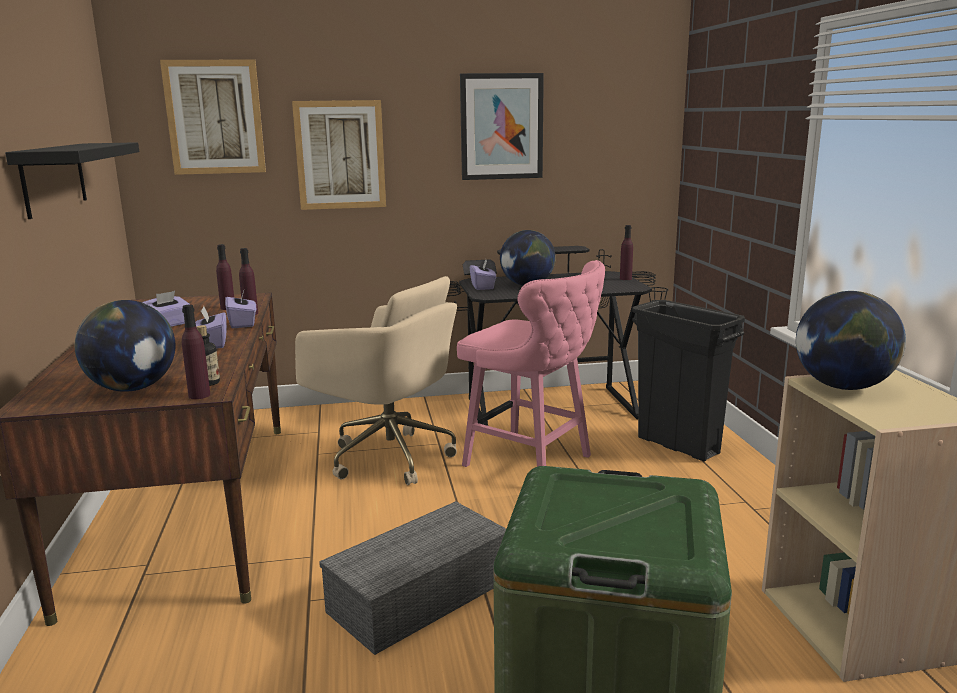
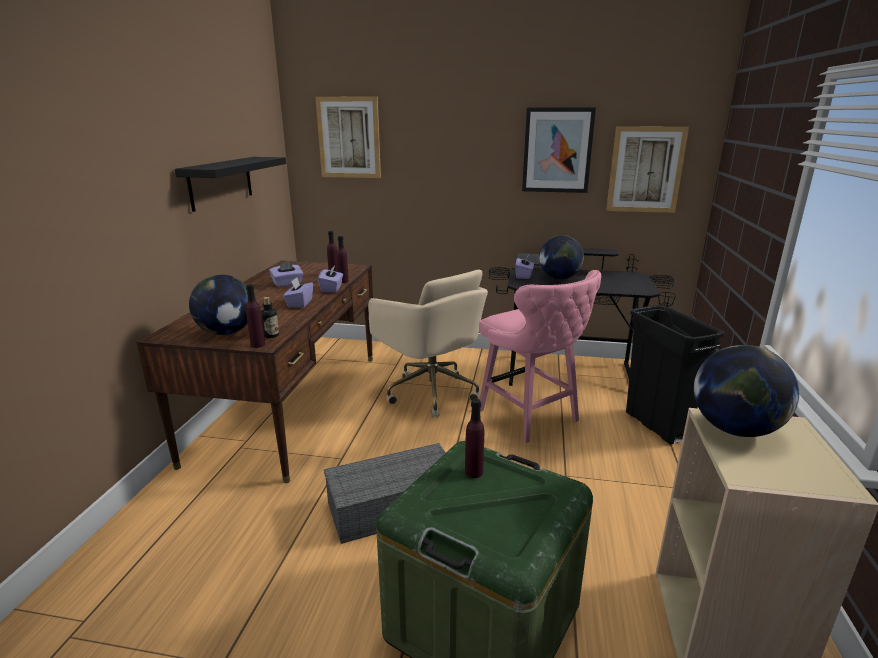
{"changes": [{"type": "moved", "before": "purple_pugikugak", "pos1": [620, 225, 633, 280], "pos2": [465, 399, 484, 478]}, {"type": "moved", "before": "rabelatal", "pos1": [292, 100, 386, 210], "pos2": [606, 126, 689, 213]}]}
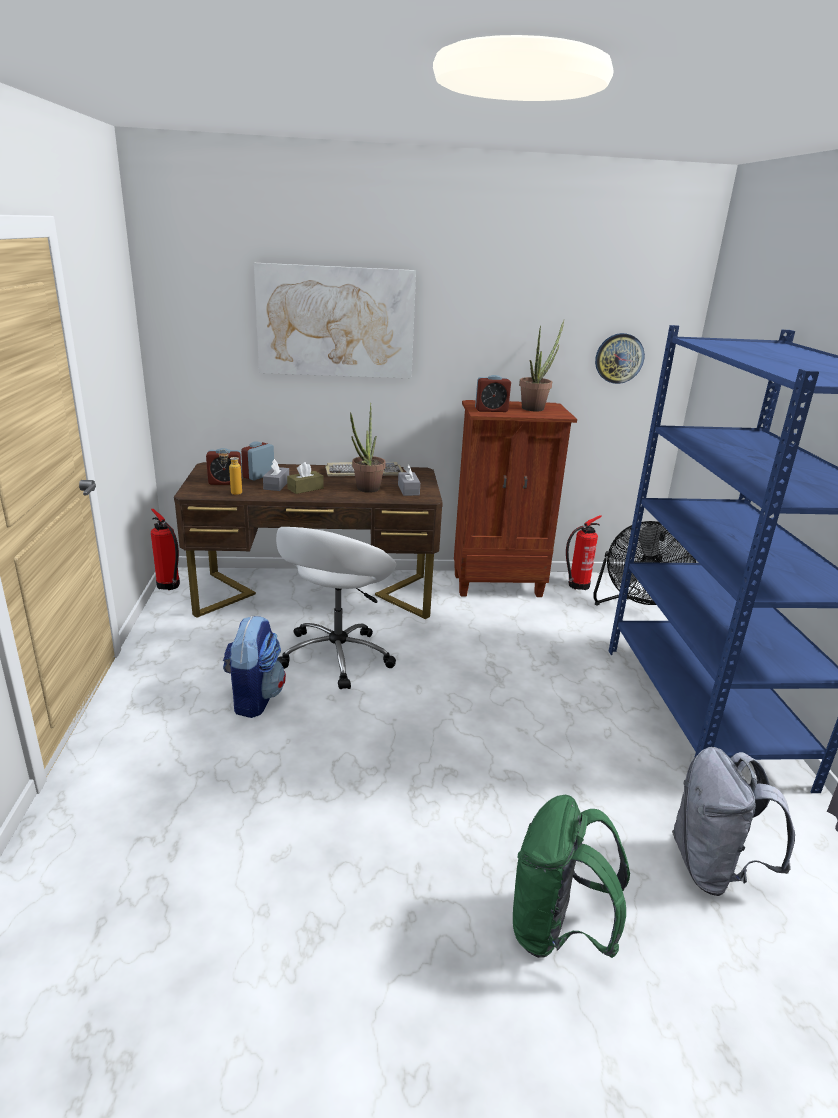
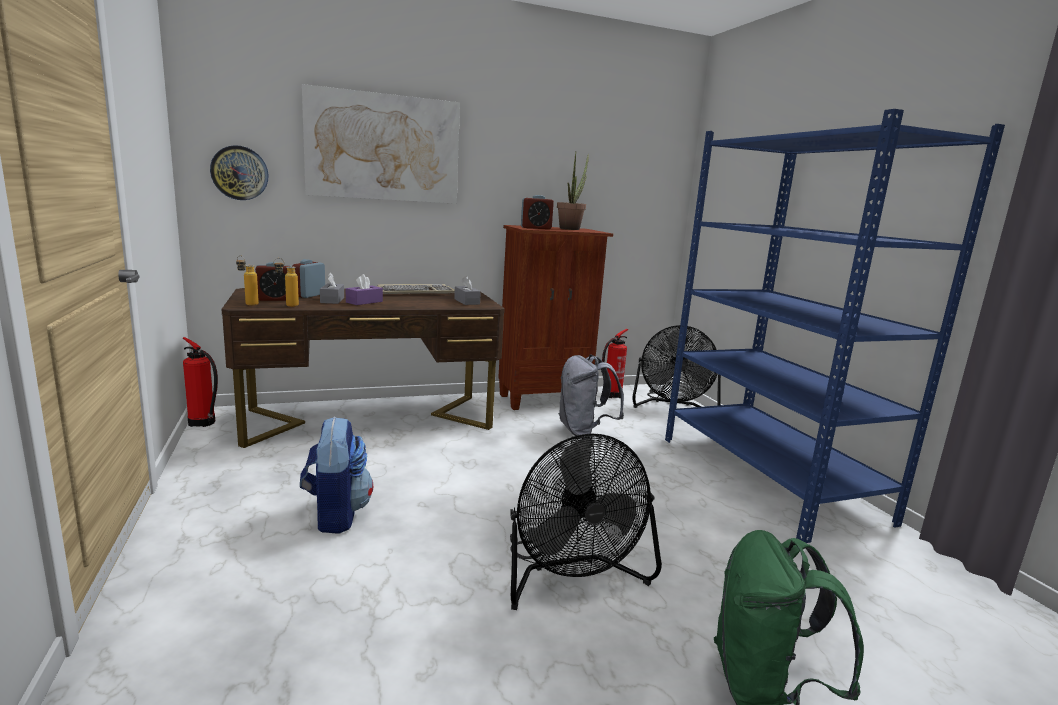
{"changes": [{"type": "moved", "before": "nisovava", "pos1": [595, 333, 645, 384], "pos2": [210, 145, 269, 200]}, {"type": "added", "after": "pugikugak", "pos2": [236, 255, 259, 306]}, {"type": "recoloured", "before": "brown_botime", "after": "purple_botime", "pos1": [287, 462, 324, 494], "pos2": [346, 274, 383, 305]}, {"type": "added", "after": "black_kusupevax", "pos2": [510, 434, 662, 610]}, {"type": "moved", "before": "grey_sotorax", "pos1": [672, 747, 795, 896], "pos2": [558, 354, 624, 439]}, {"type": "removed", "before": "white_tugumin", "pos1": [276, 527, 396, 689]}, {"type": "removed", "before": "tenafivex", "pos1": [350, 403, 386, 493]}]}
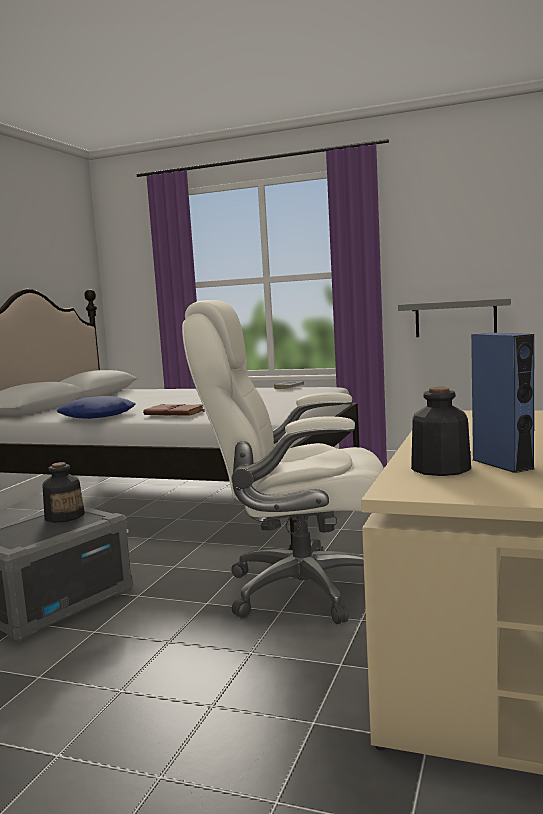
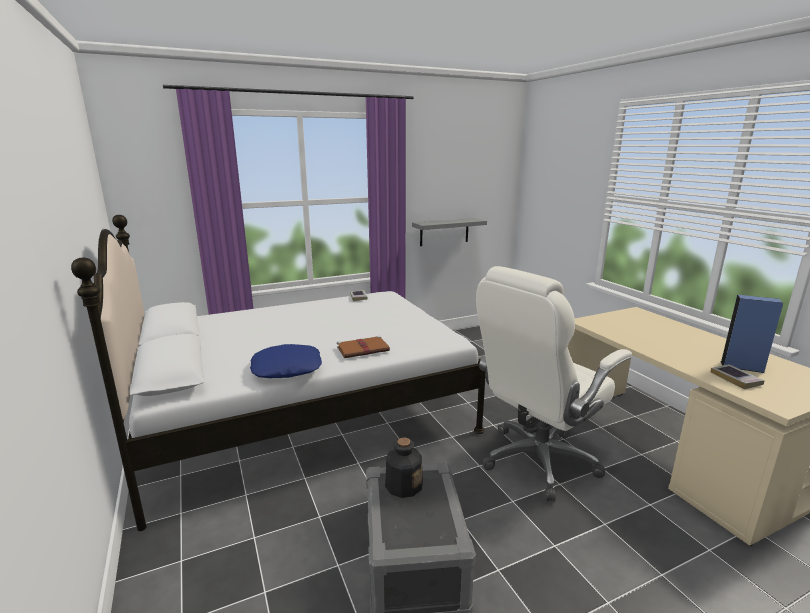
{"changes": [{"type": "replaced", "before": "pugikugak", "after": "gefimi", "pos1": [411, 387, 471, 476], "pos2": [711, 364, 764, 389]}]}
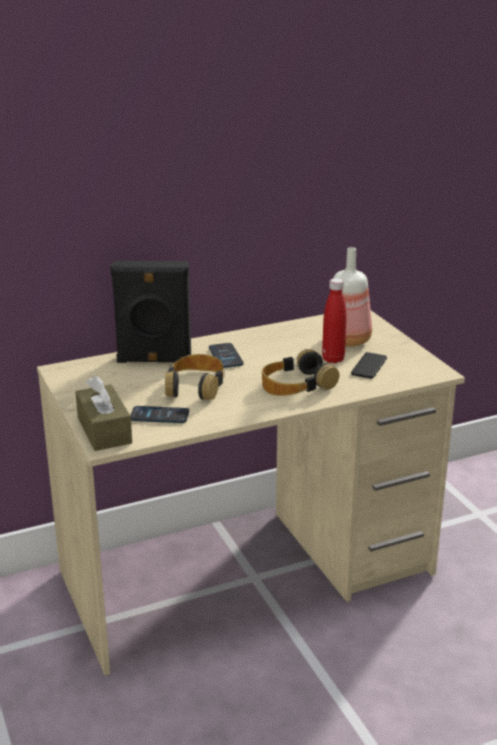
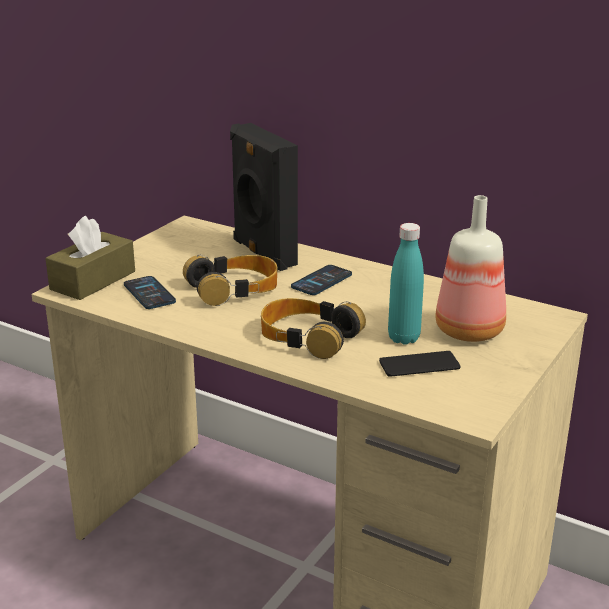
{"changes": [{"type": "recoloured", "before": "red_pugikugak", "after": "turquoise_pugikugak", "pos1": [322, 278, 347, 363], "pos2": [388, 223, 424, 345]}]}
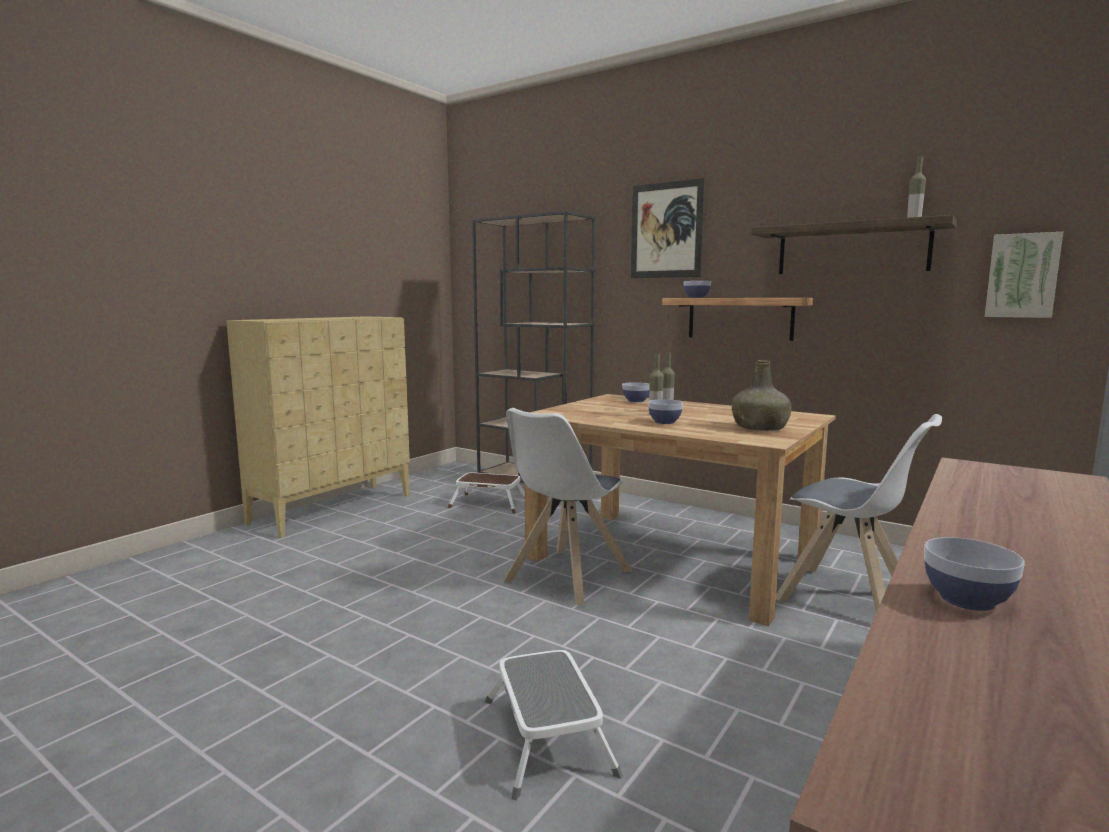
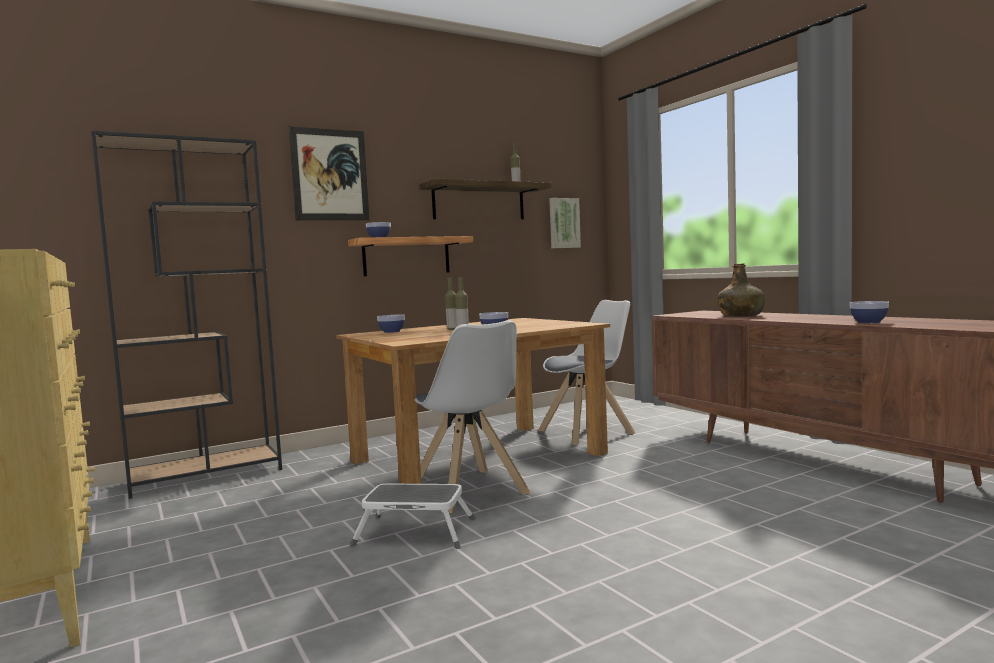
{"changes": [{"type": "moved", "before": "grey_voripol", "pos1": [484, 650, 623, 801], "pos2": [350, 484, 476, 549]}, {"type": "moved", "before": "green_pugikugak", "pos1": [732, 360, 792, 431], "pos2": [717, 263, 765, 316]}, {"type": "removed", "before": "brown_voripol", "pos1": [447, 472, 525, 514]}]}
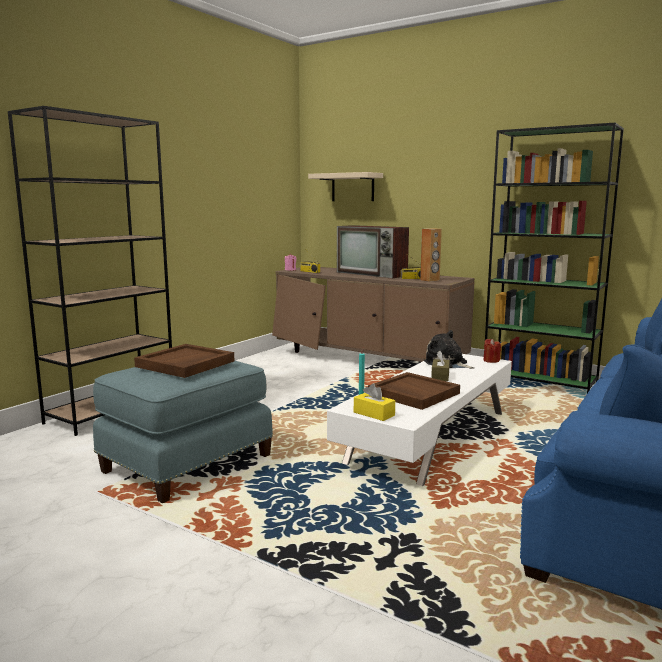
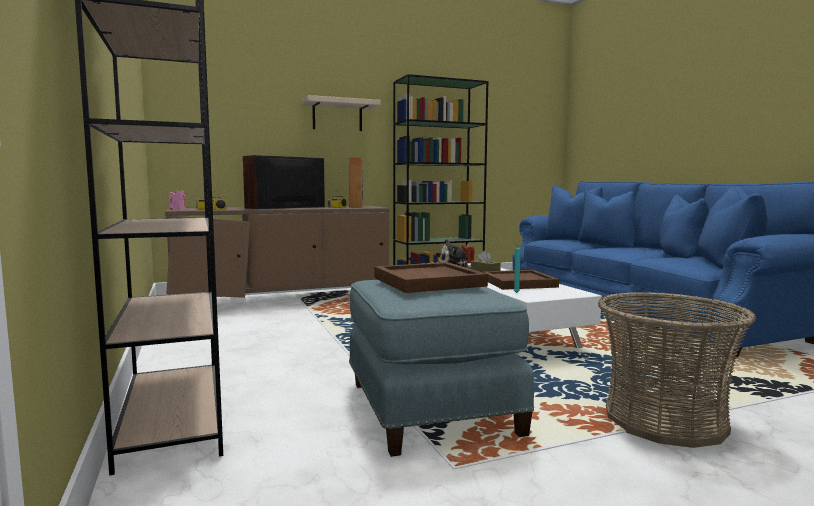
{"changes": [{"type": "turned", "before": "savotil", "pos1": [337, 225, 409, 279], "pos2": [243, 155, 325, 209], "turn": 150}, {"type": "moved", "before": "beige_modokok", "pos1": [308, 172, 383, 201], "pos2": [302, 95, 381, 131]}, {"type": "added", "after": "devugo", "pos2": [598, 292, 756, 448]}, {"type": "removed", "before": "yellow_botime", "pos1": [354, 384, 395, 421]}]}
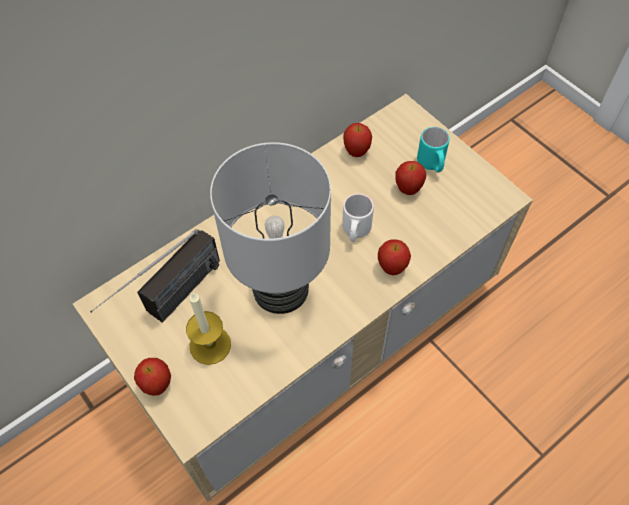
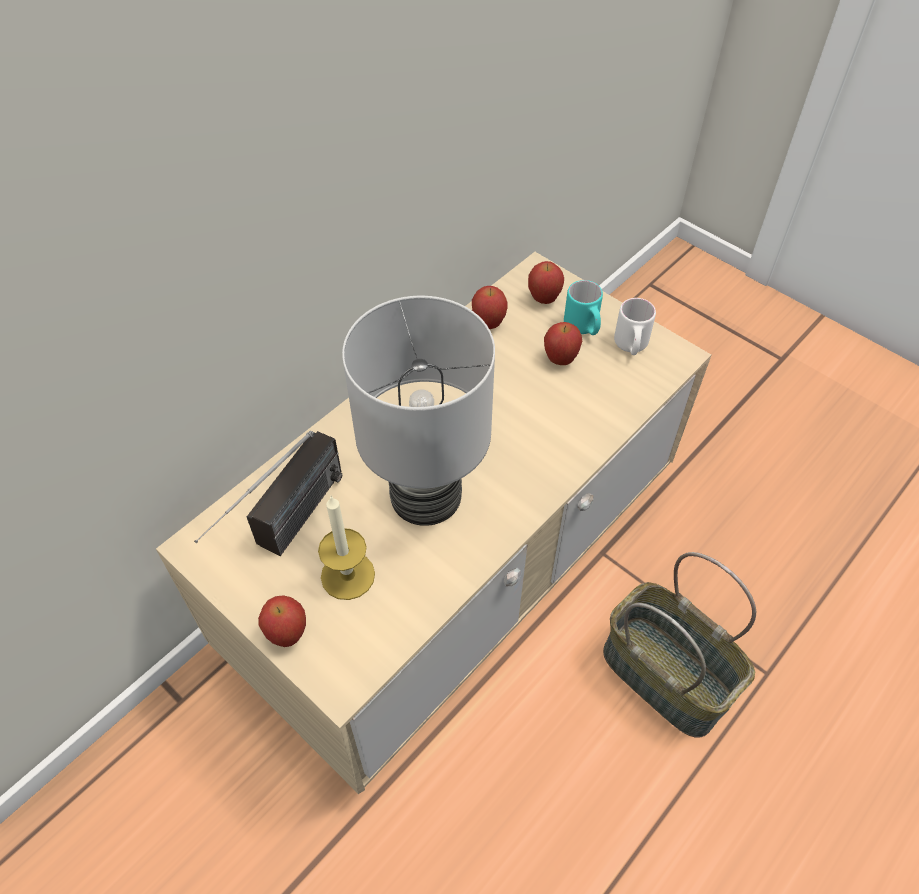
{"changes": [{"type": "moved", "before": "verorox", "pos1": [378, 239, 411, 275], "pos2": [528, 261, 564, 304]}, {"type": "added", "after": "devugo", "pos2": [603, 552, 756, 738]}, {"type": "moved", "before": "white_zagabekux", "pos1": [342, 194, 374, 242], "pos2": [614, 298, 656, 355]}]}
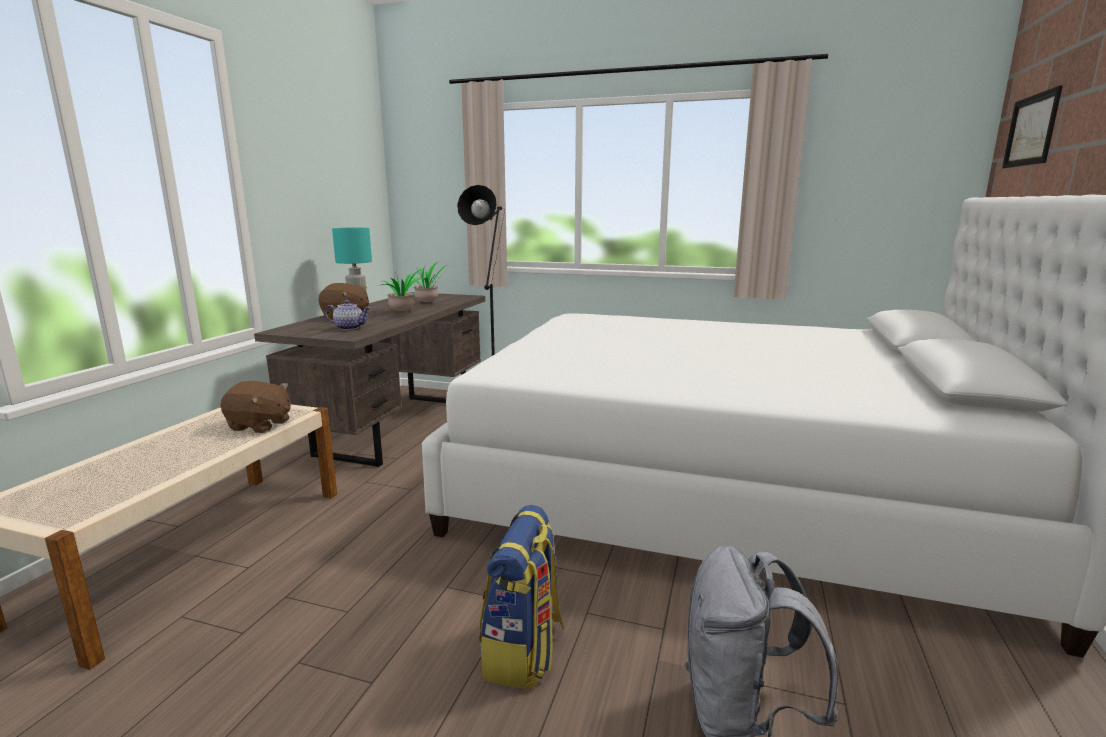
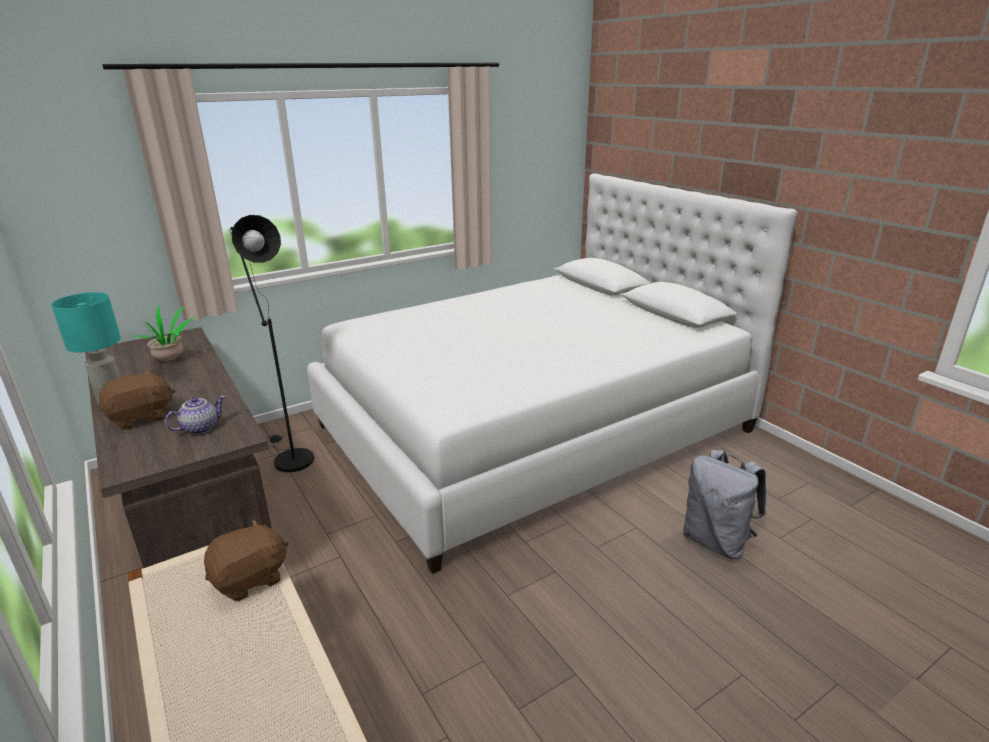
{"changes": [{"type": "removed", "before": "tenafivex", "pos1": [378, 268, 423, 311]}, {"type": "removed", "before": "sotorax", "pos1": [479, 505, 564, 690]}, {"type": "removed", "before": "rabelatal", "pos1": [1002, 85, 1063, 168]}]}
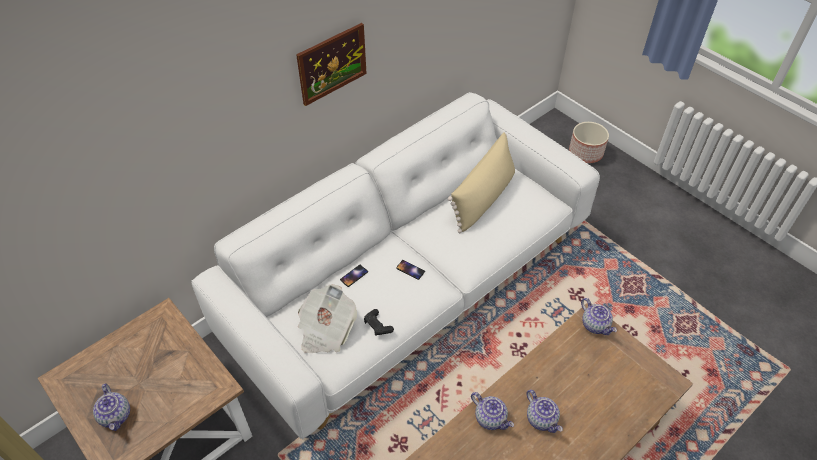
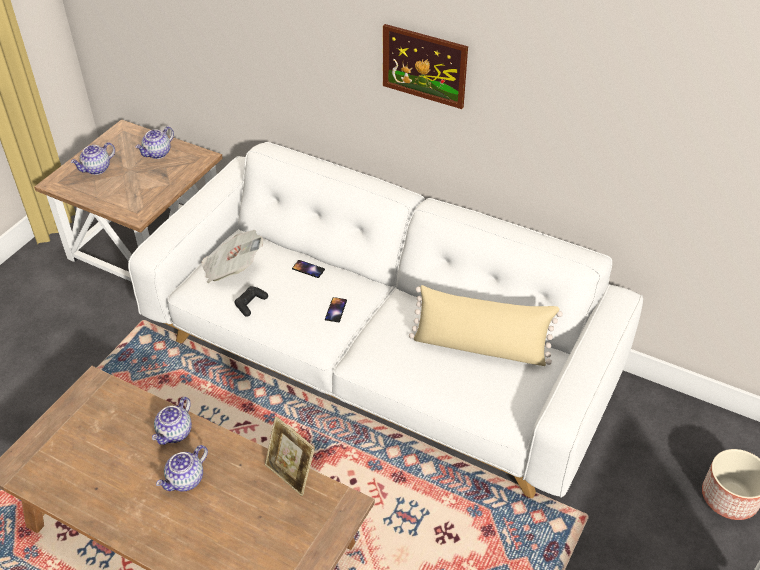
{"changes": [{"type": "moved", "before": "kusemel", "pos1": [581, 298, 617, 335], "pos2": [135, 126, 174, 159]}, {"type": "added", "after": "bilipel", "pos2": [265, 416, 315, 496]}]}
